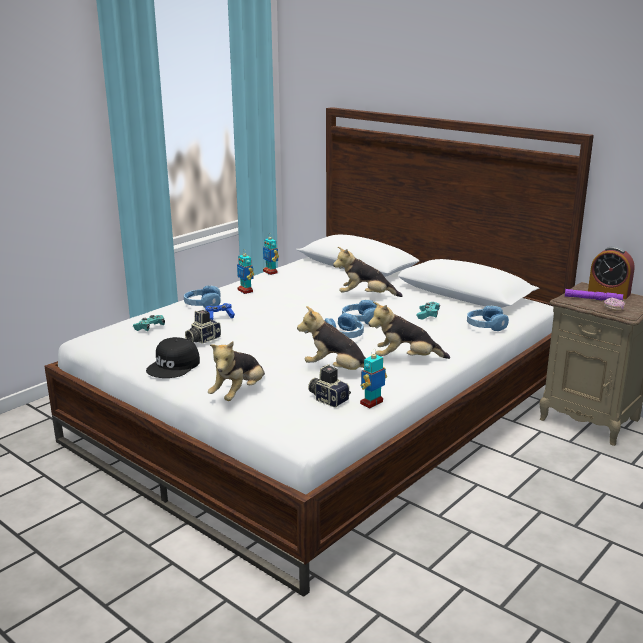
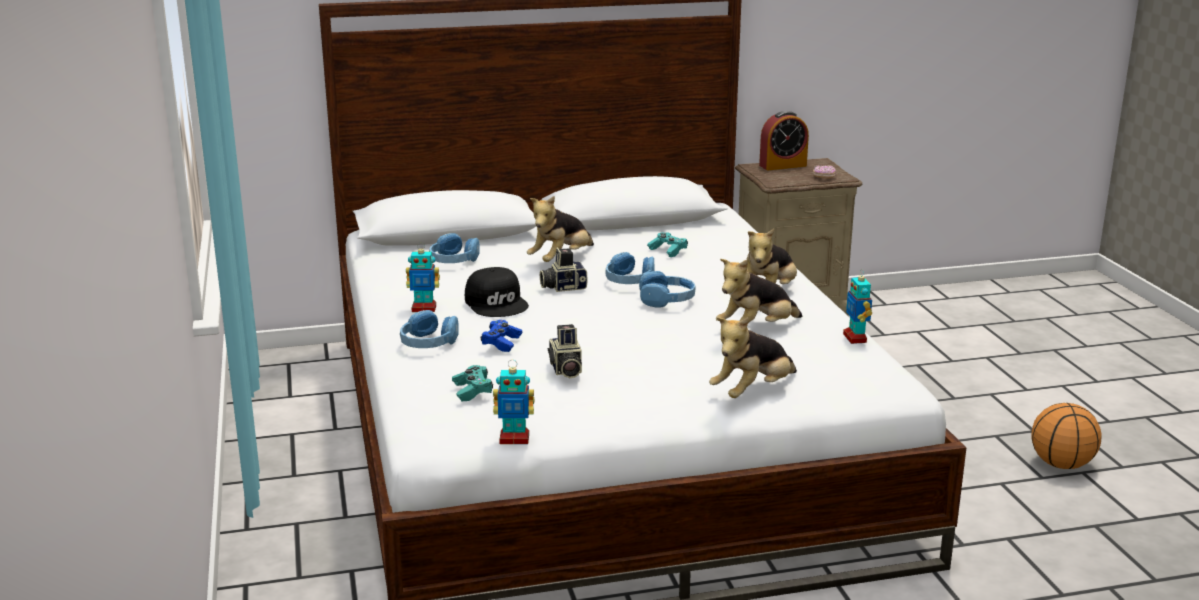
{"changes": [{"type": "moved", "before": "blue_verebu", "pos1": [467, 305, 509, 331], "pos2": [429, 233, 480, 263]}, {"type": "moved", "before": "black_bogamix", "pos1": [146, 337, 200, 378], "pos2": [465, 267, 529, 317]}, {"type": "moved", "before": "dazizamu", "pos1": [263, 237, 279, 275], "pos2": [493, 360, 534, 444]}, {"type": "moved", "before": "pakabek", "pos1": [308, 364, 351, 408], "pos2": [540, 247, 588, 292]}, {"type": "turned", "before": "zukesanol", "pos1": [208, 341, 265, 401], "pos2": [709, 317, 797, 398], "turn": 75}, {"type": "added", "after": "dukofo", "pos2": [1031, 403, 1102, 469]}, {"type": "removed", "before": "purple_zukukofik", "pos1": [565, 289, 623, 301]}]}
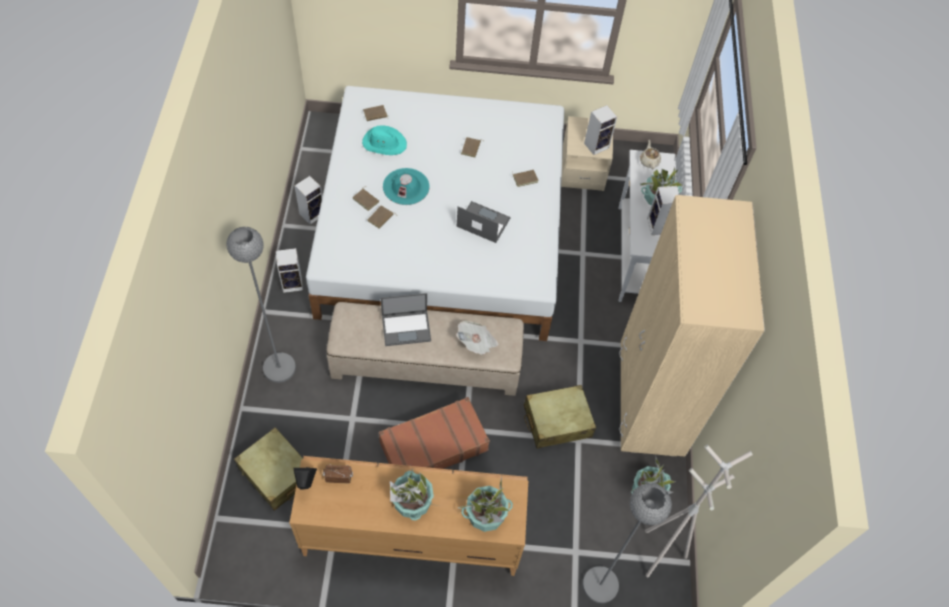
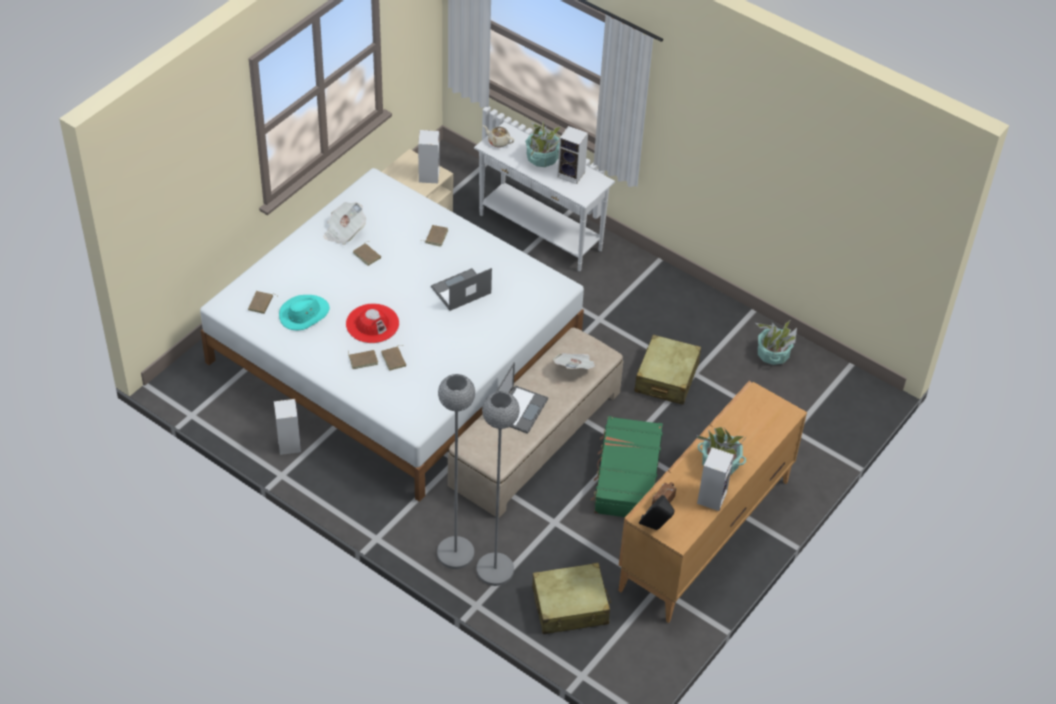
{"changes": [{"type": "added", "after": "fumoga", "pos2": [323, 202, 366, 245]}, {"type": "recoloured", "before": "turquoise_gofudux", "after": "red_gofudux", "pos1": [383, 168, 430, 205], "pos2": [346, 304, 399, 343]}, {"type": "moved", "before": "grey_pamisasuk", "pos1": [583, 483, 672, 603], "pos2": [477, 391, 520, 586]}, {"type": "recoloured", "before": "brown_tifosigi", "after": "green_tifosigi", "pos1": [379, 397, 490, 469], "pos2": [591, 416, 663, 517]}, {"type": "moved", "before": "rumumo", "pos1": [276, 248, 303, 293], "pos2": [697, 447, 734, 511]}, {"type": "removed", "before": "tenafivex", "pos1": [458, 476, 513, 532]}, {"type": "removed", "before": "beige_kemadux", "pos1": [619, 195, 765, 457]}, {"type": "removed", "before": "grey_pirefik", "pos1": [645, 445, 753, 577]}]}
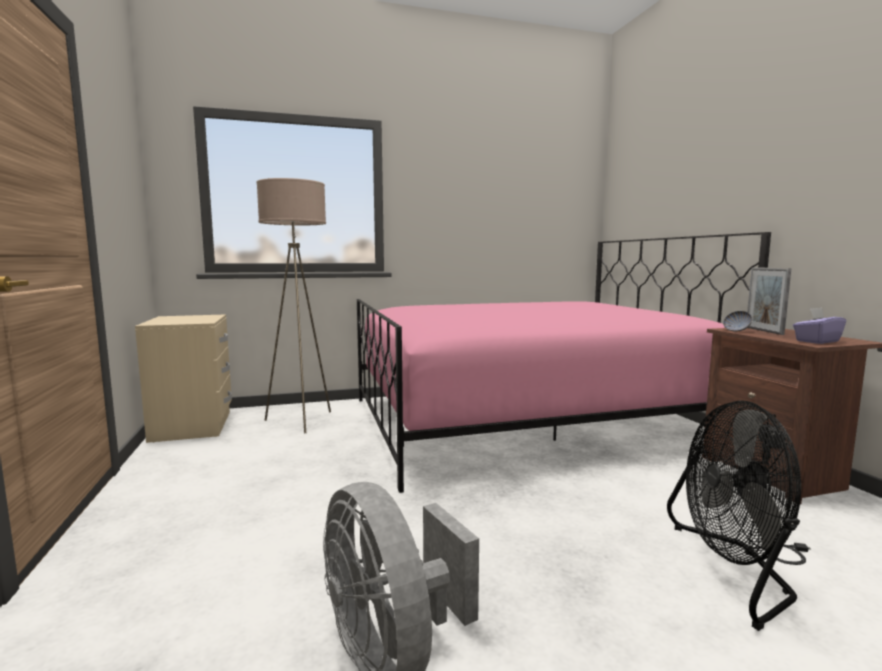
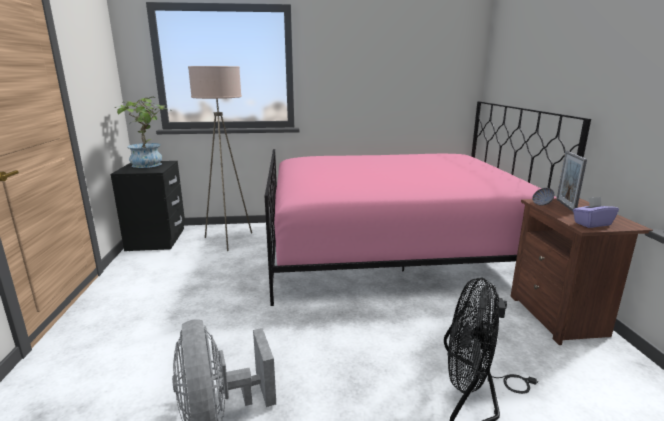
{"changes": [{"type": "recoloured", "before": "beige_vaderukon", "after": "black_vaderukon", "pos1": [135, 314, 232, 443], "pos2": [111, 161, 185, 251]}, {"type": "added", "after": "tenafivex", "pos2": [115, 97, 170, 168]}]}
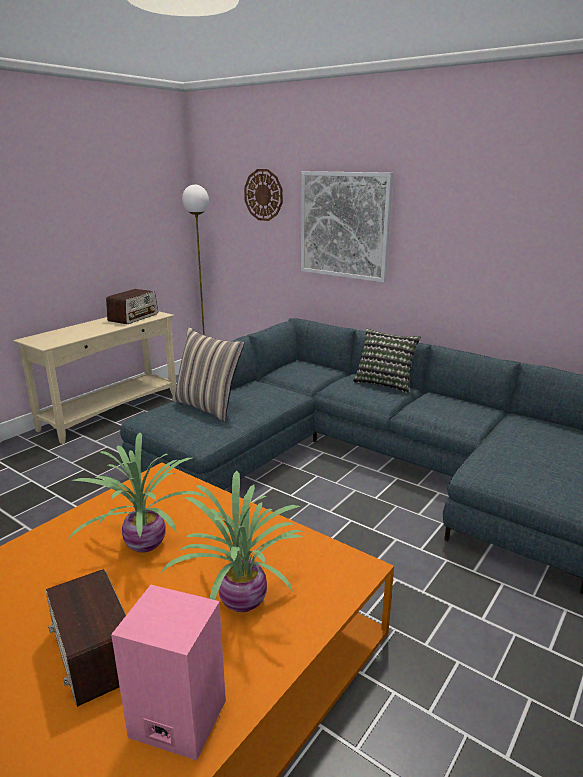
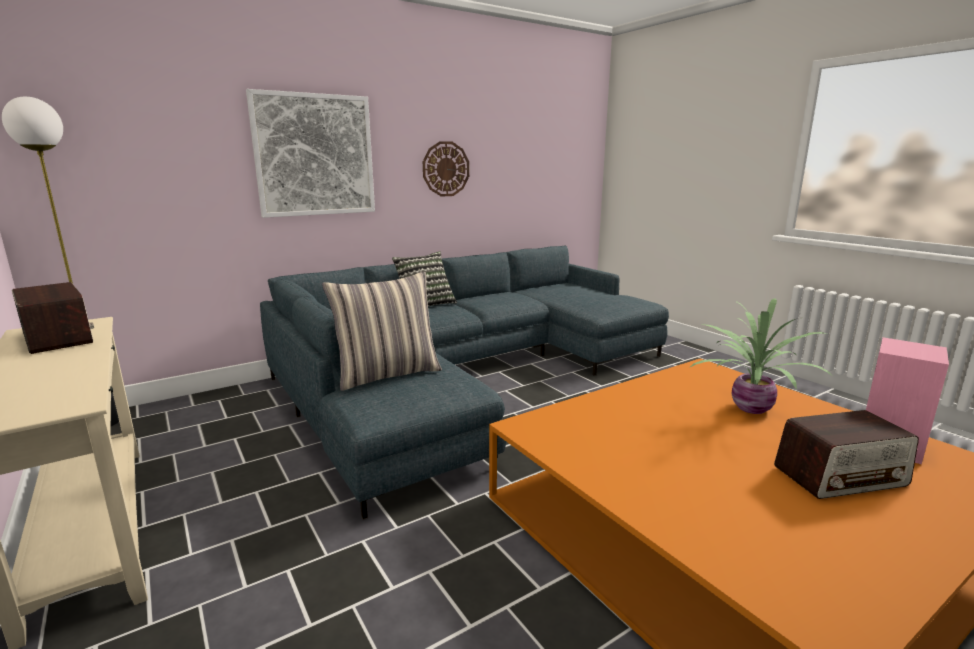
{"changes": [{"type": "moved", "before": "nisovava", "pos1": [244, 169, 283, 221], "pos2": [423, 141, 469, 197]}, {"type": "removed", "before": "tenafivex", "pos1": [69, 433, 206, 553]}]}
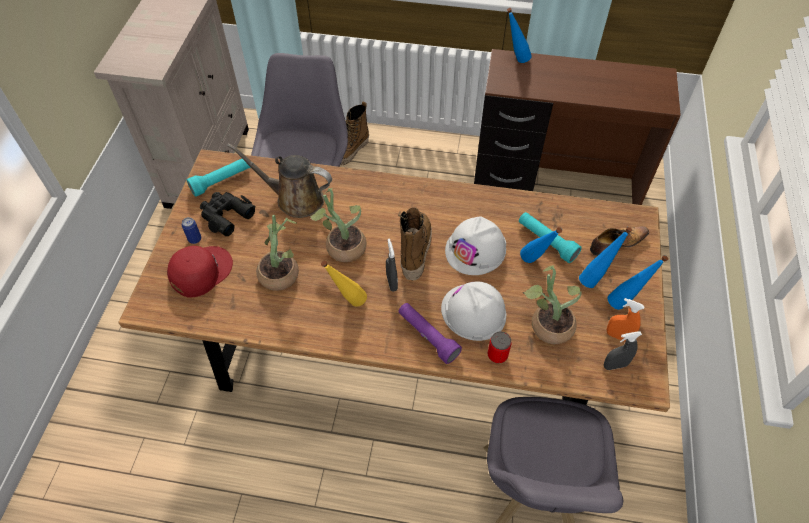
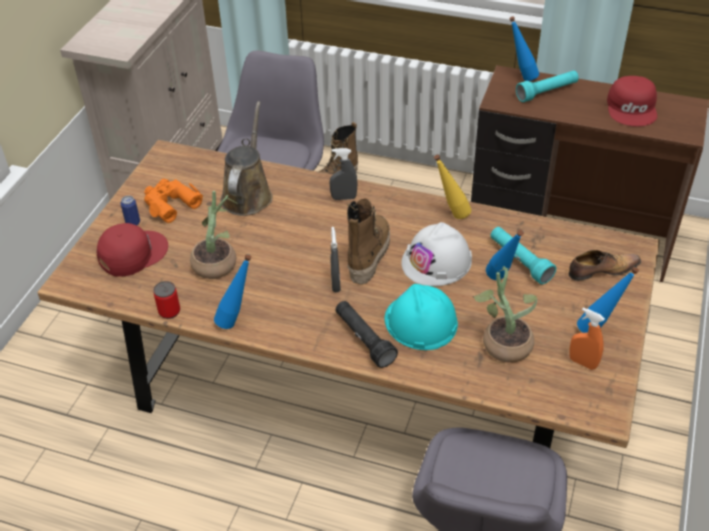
{"changes": [{"type": "recoloured", "before": "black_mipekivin", "after": "orange_mipekivin", "pos1": [200, 192, 255, 236], "pos2": [144, 179, 203, 223]}, {"type": "moved", "before": "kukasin", "pos1": [488, 331, 511, 363], "pos2": [154, 281, 180, 319]}, {"type": "moved", "before": "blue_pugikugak", "pos1": [579, 227, 632, 288], "pos2": [214, 254, 252, 329]}, {"type": "turned", "before": "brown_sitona", "pos1": [227, 143, 332, 218], "pos2": [221, 101, 273, 216], "turn": 75}, {"type": "moved", "before": "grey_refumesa", "pos1": [604, 331, 642, 370], "pos2": [330, 148, 357, 200]}, {"type": "recoloured", "before": "purple_zukukofik", "after": "black_zukukofik", "pos1": [399, 303, 462, 364], "pos2": [335, 301, 398, 368]}, {"type": "recoloured", "before": "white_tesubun", "after": "turquoise_tesubun", "pos1": [441, 281, 507, 341], "pos2": [385, 284, 458, 350]}, {"type": "moved", "before": "yellow_pugikugak", "pos1": [321, 261, 367, 307], "pos2": [434, 155, 471, 219]}, {"type": "moved", "before": "turquoise_zukukofik", "pos1": [187, 159, 250, 197], "pos2": [516, 70, 579, 102]}, {"type": "added", "after": "red_bogamix", "pos2": [607, 76, 657, 127]}, {"type": "removed", "before": "tenafivex", "pos1": [309, 188, 367, 262]}]}
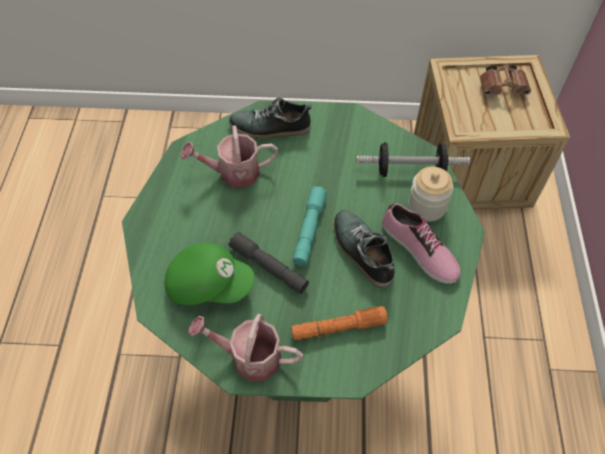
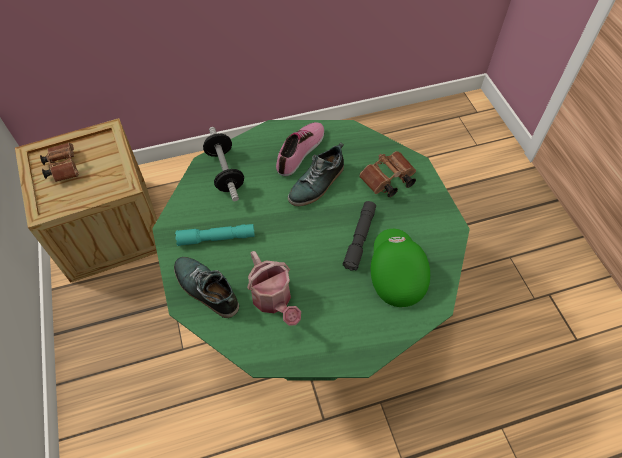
{"changes": [{"type": "turned", "before": "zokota", "pos1": [229, 97, 312, 138], "pos2": [174, 257, 239, 318], "turn": 150}, {"type": "moved", "before": "turquoise_zukukofik", "pos1": [293, 186, 327, 266], "pos2": [175, 224, 255, 246]}, {"type": "replaced", "before": "orange_zukukofik", "after": "brown_mipekivin", "pos1": [291, 306, 388, 340], "pos2": [360, 151, 416, 197]}, {"type": "removed", "before": "sitona", "pos1": [188, 314, 303, 382]}, {"type": "removed", "before": "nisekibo", "pos1": [408, 167, 454, 222]}]}
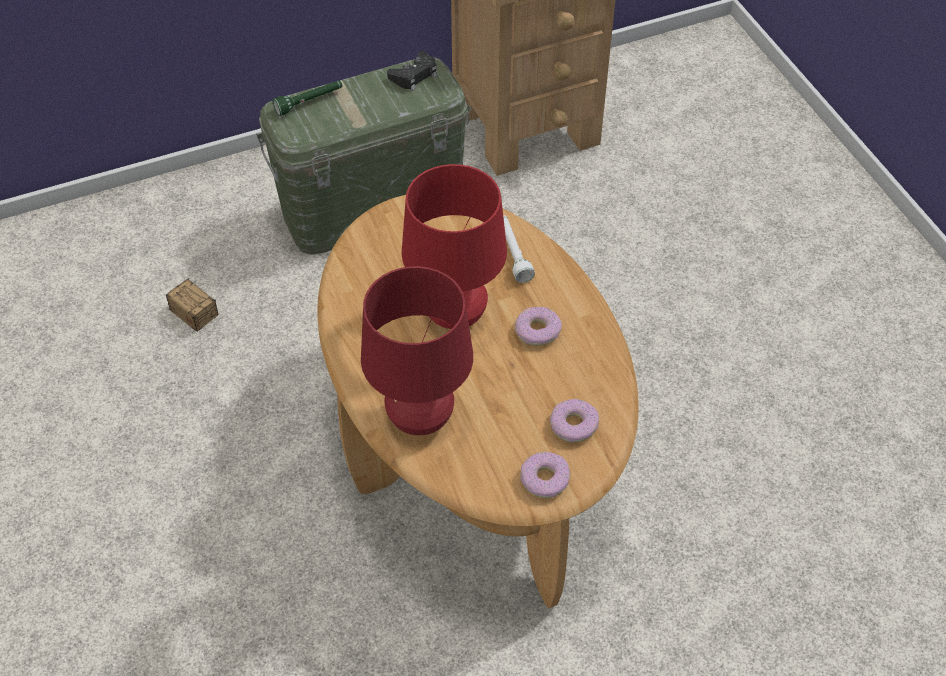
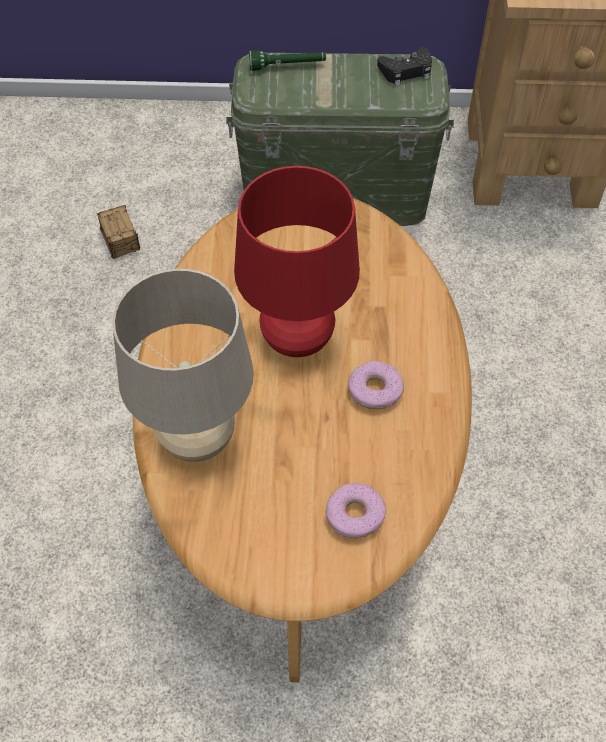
{"changes": [{"type": "recoloured", "before": "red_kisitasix", "after": "beige_kisitasix", "pos1": [361, 266, 473, 435], "pos2": [112, 269, 254, 462]}, {"type": "removed", "before": "white_zukukofik", "pos1": [503, 215, 535, 283]}, {"type": "removed", "before": "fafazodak", "pos1": [520, 452, 570, 499]}]}
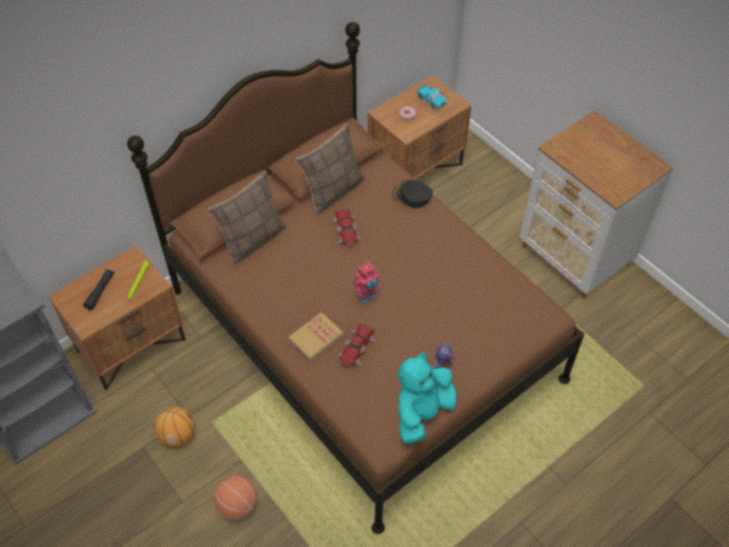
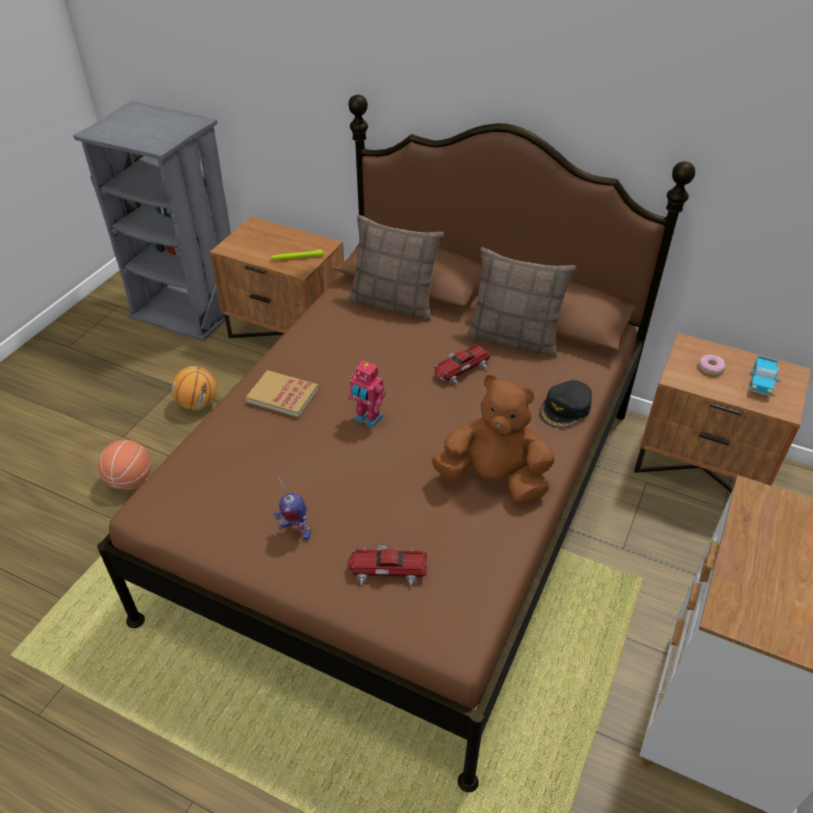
{"changes": [{"type": "moved", "before": "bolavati", "pos1": [337, 323, 375, 366], "pos2": [347, 546, 427, 586]}, {"type": "added", "after": "brown_zukesanol", "pos2": [431, 375, 555, 504]}, {"type": "turned", "before": "black_bogamix", "pos1": [392, 180, 433, 208], "pos2": [539, 380, 592, 428], "turn": -135}, {"type": "removed", "before": "black_zukukofik", "pos1": [83, 269, 114, 310]}, {"type": "removed", "before": "turquoise_zukesanol", "pos1": [398, 353, 457, 444]}]}
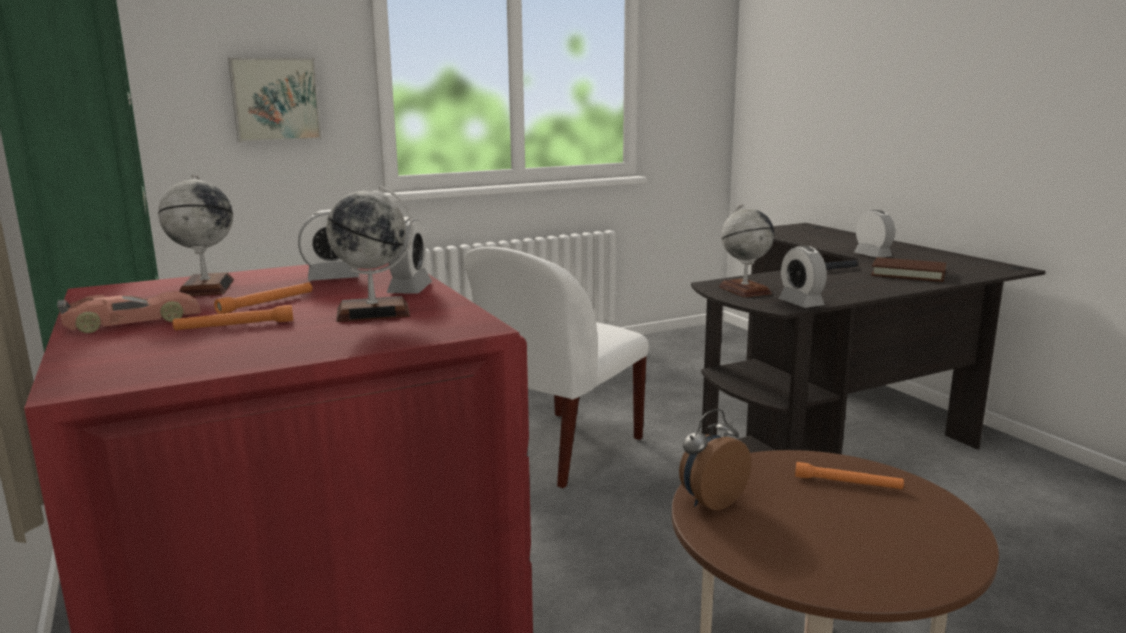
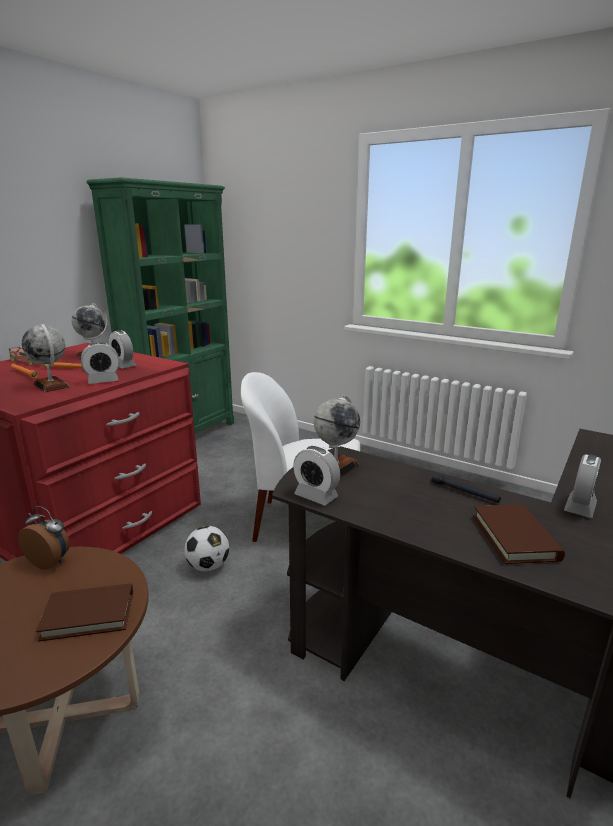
{"changes": [{"type": "replaced", "before": "orange_zukukofik", "after": "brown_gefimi", "pos1": [795, 462, 904, 489], "pos2": [36, 583, 133, 642]}, {"type": "added", "after": "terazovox", "pos2": [184, 526, 229, 572]}, {"type": "turned", "before": "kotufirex", "pos1": [778, 246, 827, 308], "pos2": [293, 445, 340, 505], "turn": -90}, {"type": "removed", "before": "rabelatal", "pos1": [228, 57, 322, 142]}]}
